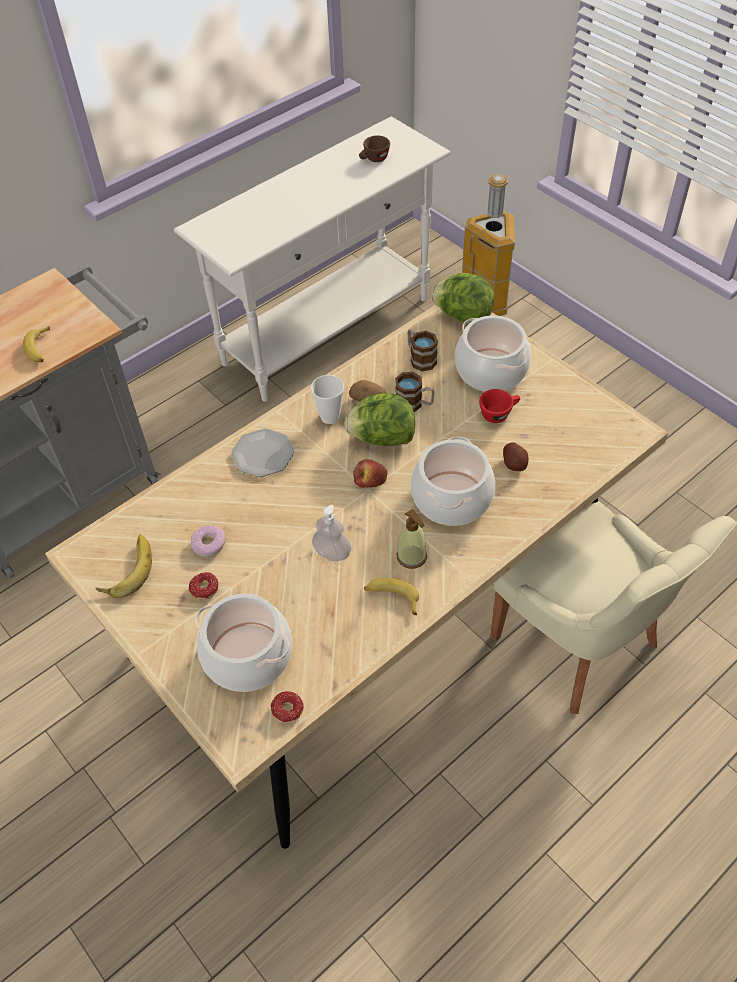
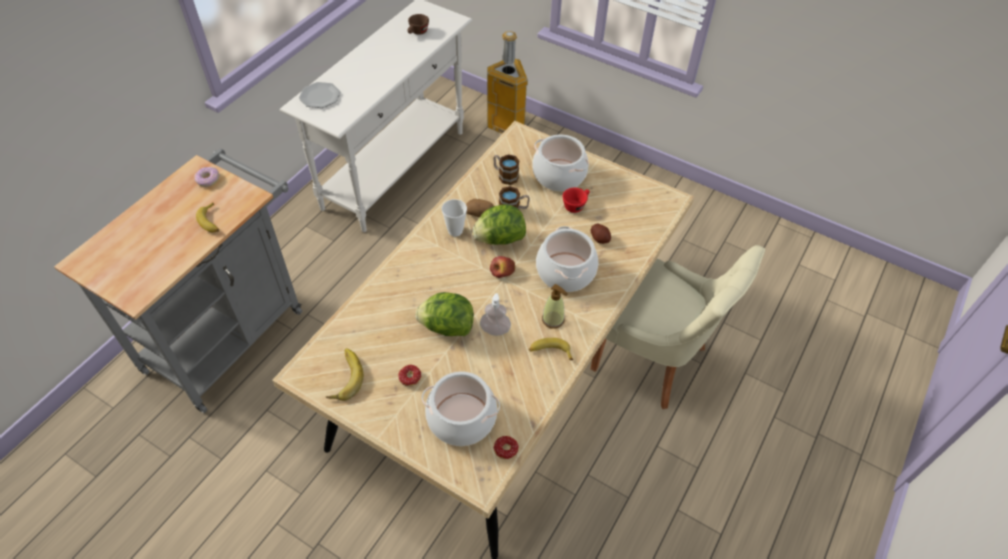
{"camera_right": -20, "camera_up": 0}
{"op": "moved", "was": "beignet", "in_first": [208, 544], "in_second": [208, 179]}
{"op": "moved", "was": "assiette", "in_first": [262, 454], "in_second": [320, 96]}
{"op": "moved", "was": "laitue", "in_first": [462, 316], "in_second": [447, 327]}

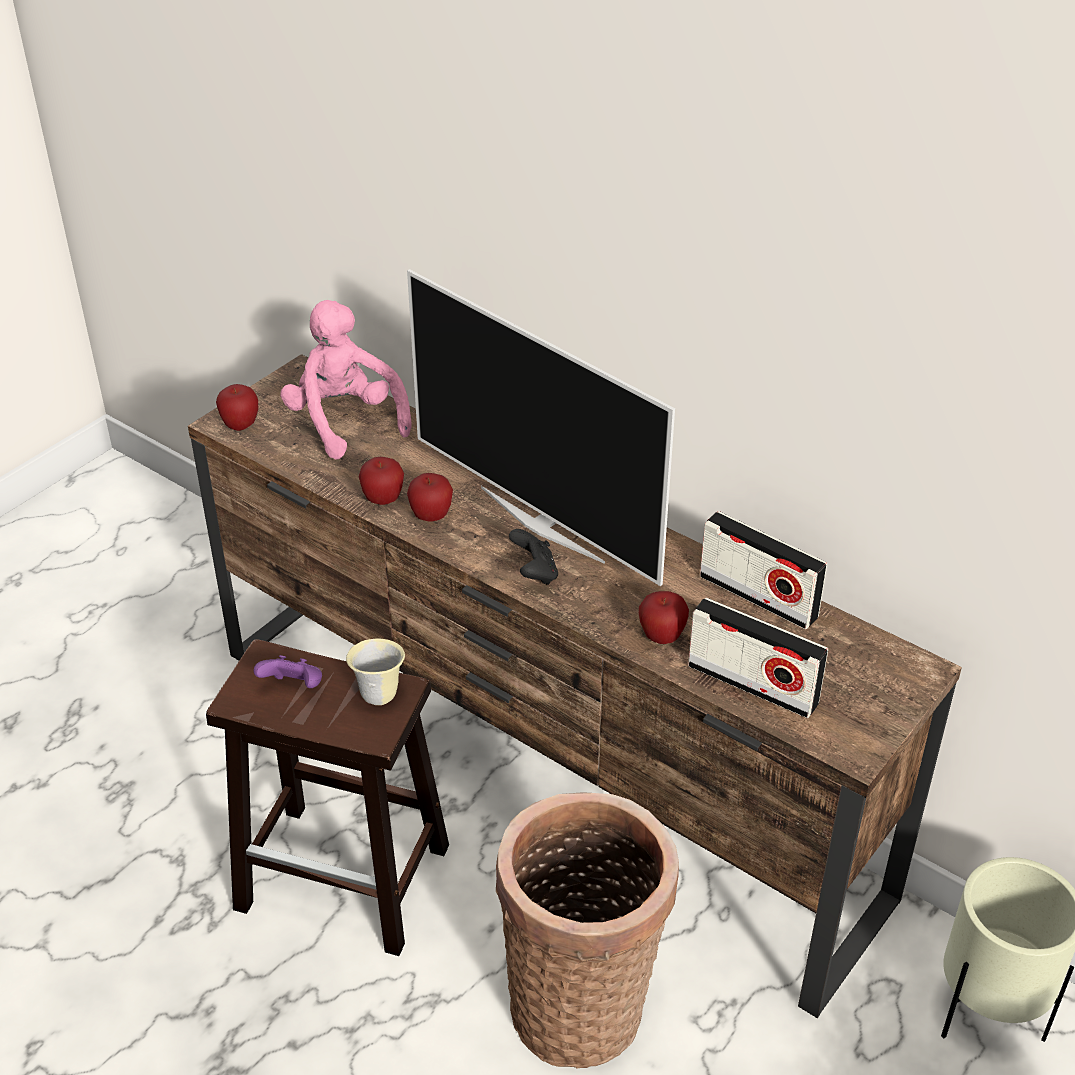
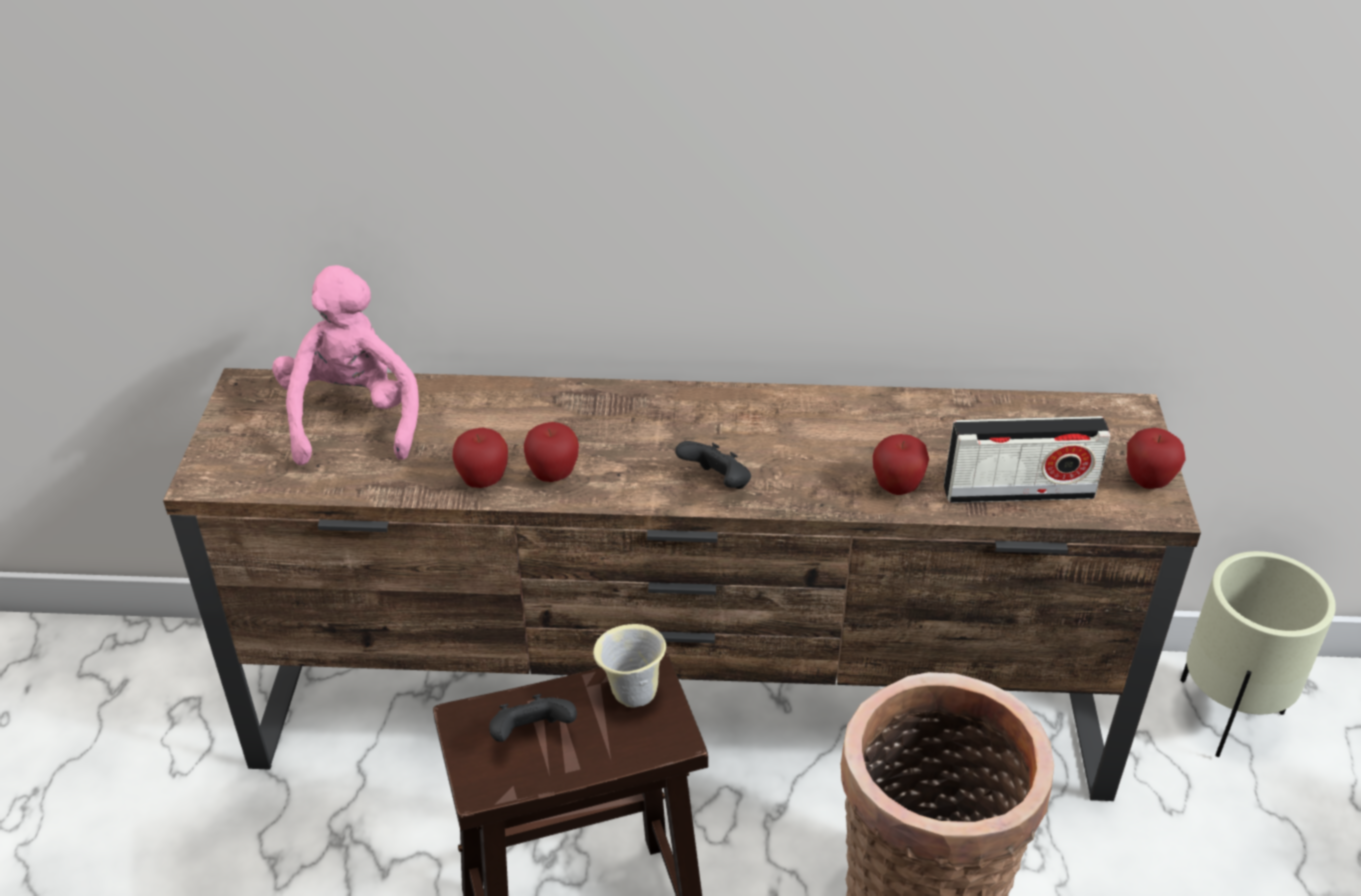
{"camera_right": -35, "camera_up": 0}
{"op": "removed", "was": "téléviseur", "in_first": [543, 523]}
{"op": "removed", "was": "radio", "in_first": [758, 596]}
{"op": "moved", "was": "pomme", "in_first": [240, 426], "in_second": [1147, 481]}
{"op": "recoloured", "was": "manette/violet", "now": "manette/noir", "in_first": [294, 687], "in_second": [532, 735]}
{"op": "turned", "was": "peluche/rose", "in_first": [345, 421], "in_second": [353, 418], "clockwise": 60}

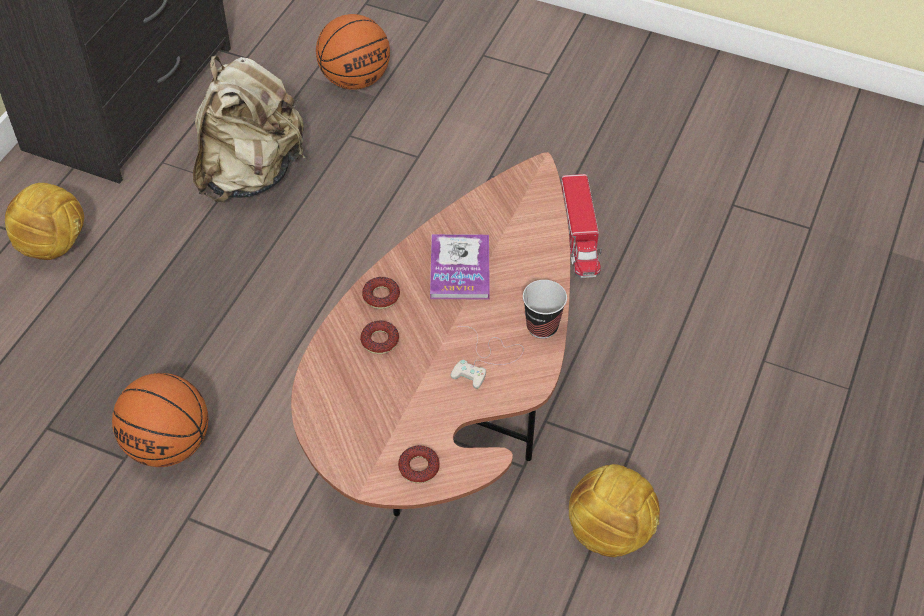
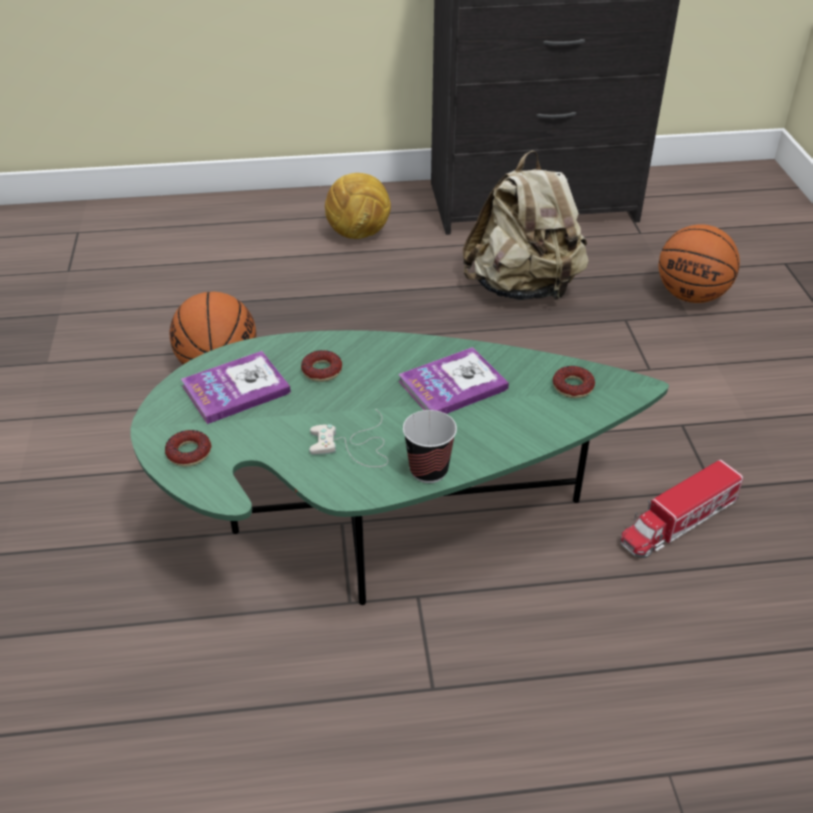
{"camera_right": 60, "camera_up": -10}
{"op": "removed", "was": "ballon de foot", "in_first": [610, 531]}
{"op": "added", "now": "livre", "in_second": [236, 389]}
{"op": "moved", "was": "beignet", "in_first": [381, 296], "in_second": [573, 387]}
{"op": "recoloured", "was": "table basse/marron", "now": "table basse/vert", "in_first": [449, 408], "in_second": [378, 516]}

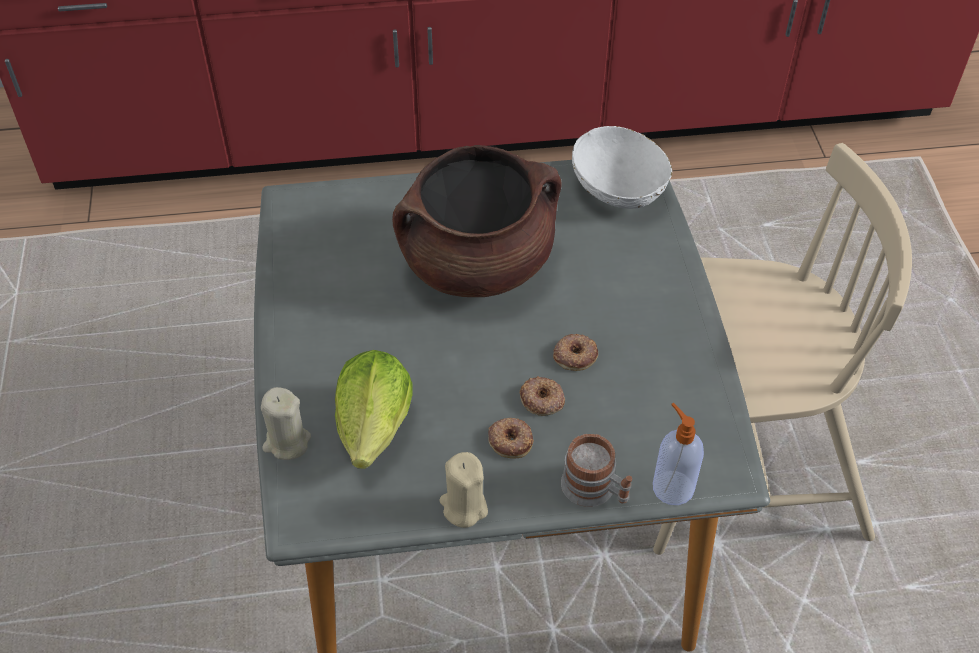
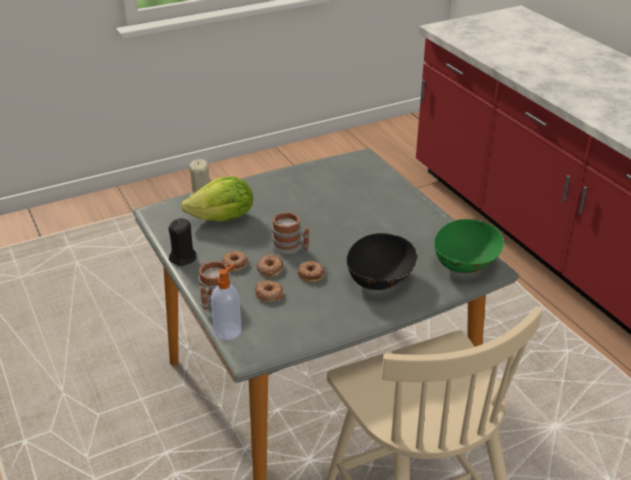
{"camera_right": 70, "camera_up": -15}
{"op": "removed", "was": "marmite/marron", "in_first": [476, 263]}
{"op": "added", "now": "beignet", "in_second": [269, 294]}
{"op": "added", "now": "mug", "in_second": [291, 248]}
{"op": "added", "now": "bol/noir", "in_second": [380, 280]}
{"op": "recoloured", "was": "bougie/beige", "now": "bougie/noir", "in_first": [463, 507], "in_second": [183, 258]}
{"op": "recoloured", "was": "bol/blanc", "now": "bol/vert", "in_first": [619, 190], "in_second": [466, 264]}

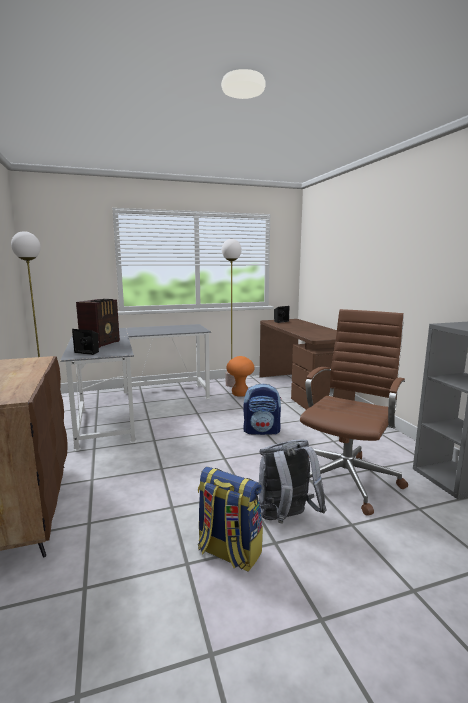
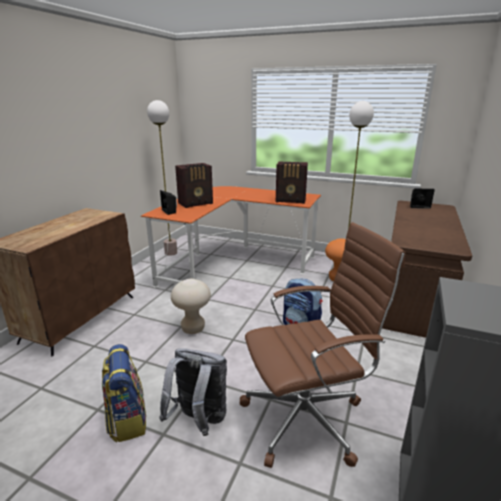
{"camera_right": 40, "camera_up": 10}
{"op": "added", "now": "tabouret/beige", "in_second": [193, 328]}
{"op": "added", "now": "radio", "in_second": [291, 200]}
{"op": "recoloured", "was": "bureau/gris", "now": "bureau/orange", "in_first": [133, 407], "in_second": [233, 263]}

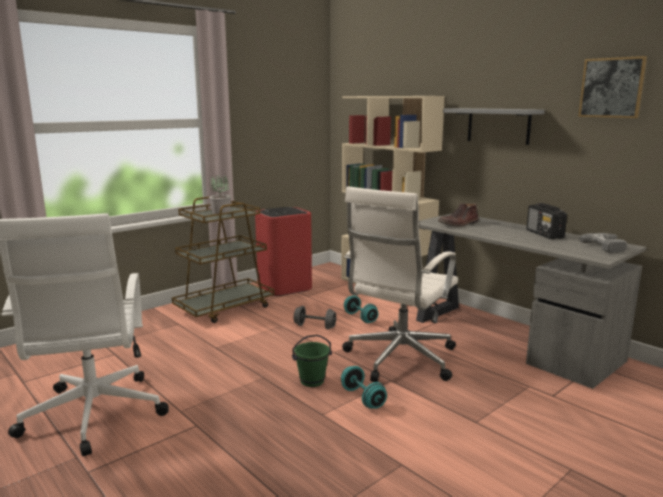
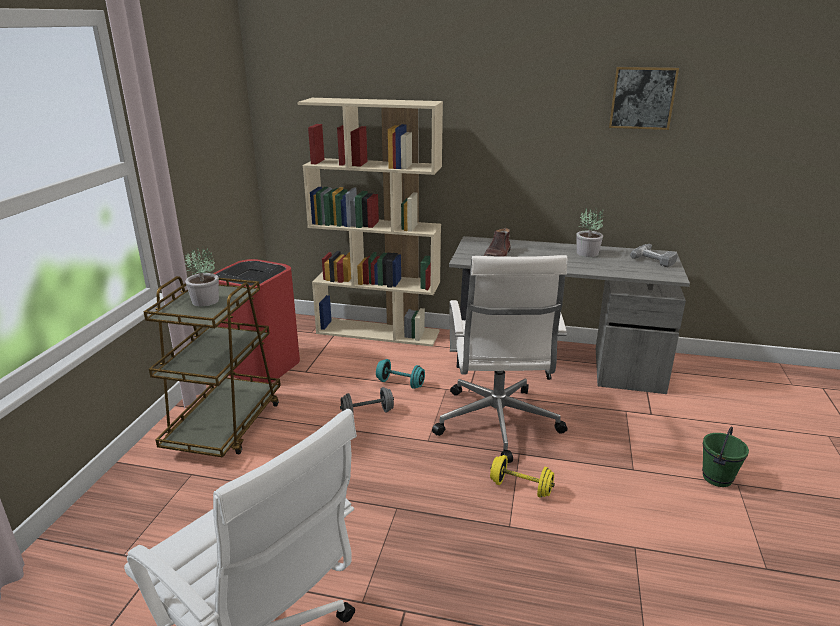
{"camera_right": -35, "camera_up": 10}
{"op": "removed", "was": "étagère/gris", "in_first": [498, 125]}
{"op": "moved", "was": "seau/vert", "in_first": [312, 381], "in_second": [717, 478]}
{"op": "replaced", "was": "radio", "now": "plante en pot", "in_first": [544, 234], "in_second": [587, 253]}
{"op": "recoloured", "was": "haltère/turquoise", "now": "haltère/jaune", "in_first": [363, 398], "in_second": [521, 487]}

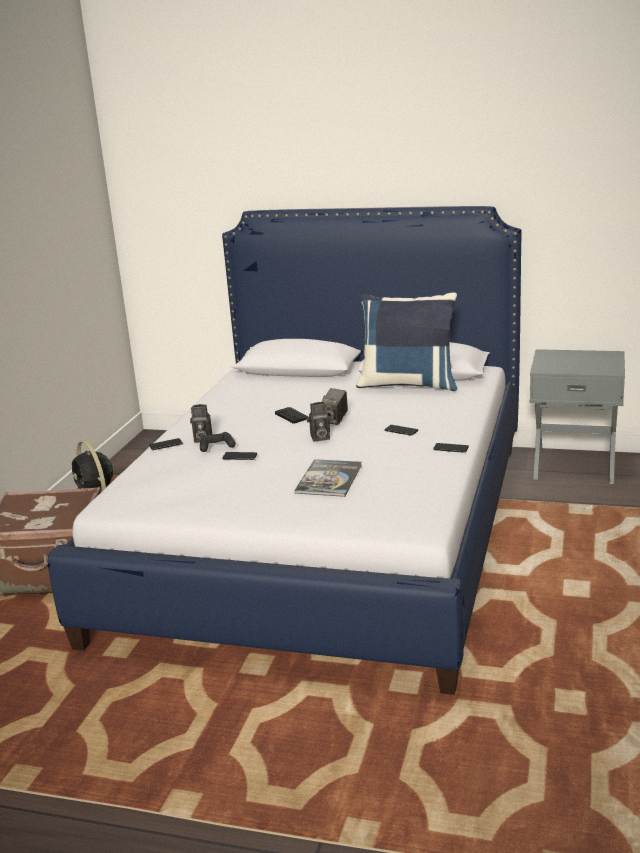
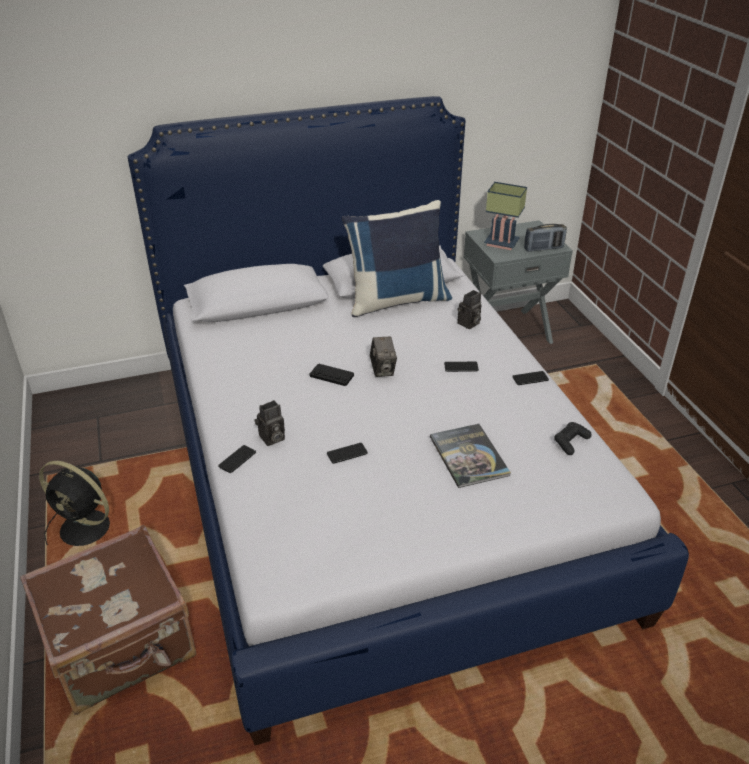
{"camera_right": -35, "camera_up": 15}
{"op": "added", "now": "lampe de table", "in_second": [500, 243]}
{"op": "added", "now": "radio", "in_second": [543, 248]}
{"op": "moved", "was": "manette/noir", "in_first": [217, 447], "in_second": [570, 442]}
{"op": "moved", "was": "appareil photo", "in_first": [319, 438], "in_second": [468, 324]}

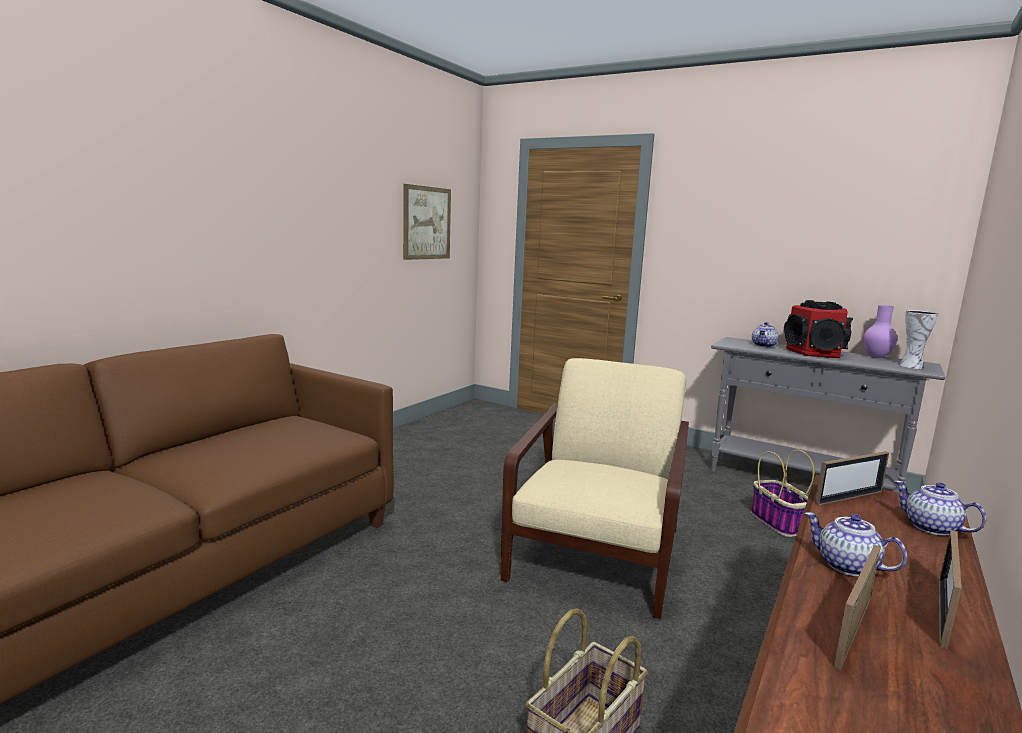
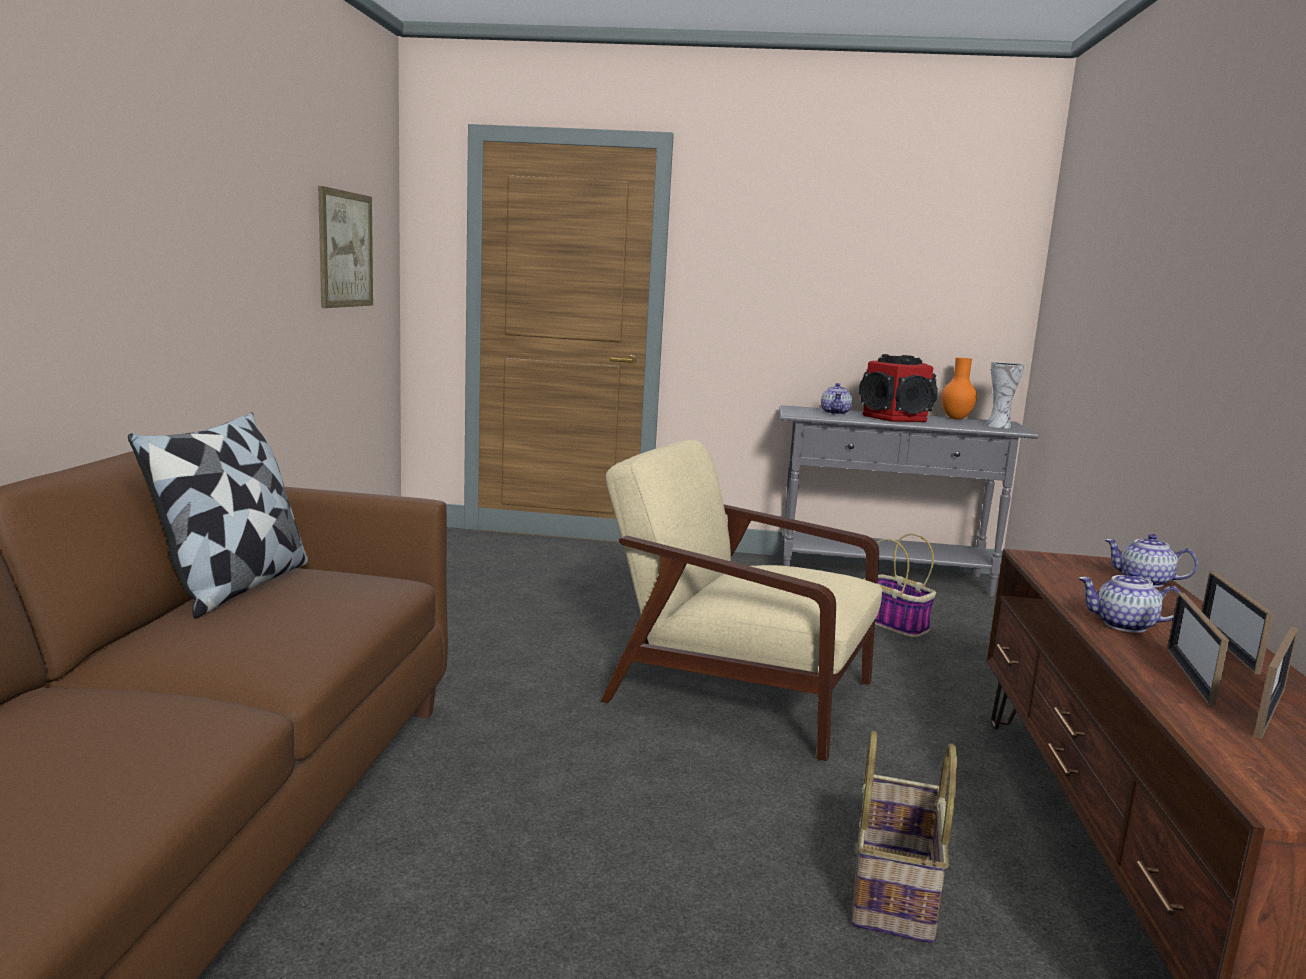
{"camera_right": -25, "camera_up": 0}
{"op": "added", "now": "coussin", "in_second": [235, 586]}
{"op": "moved", "was": "cadre photo", "in_first": [849, 497], "in_second": [1269, 712]}
{"op": "recoloured", "was": "vase/violet", "now": "vase/orange", "in_first": [875, 357], "in_second": [955, 418]}
{"op": "turned", "was": "fauteuil/beige", "in_first": [597, 551], "in_second": [736, 691], "clockwise": -60}

